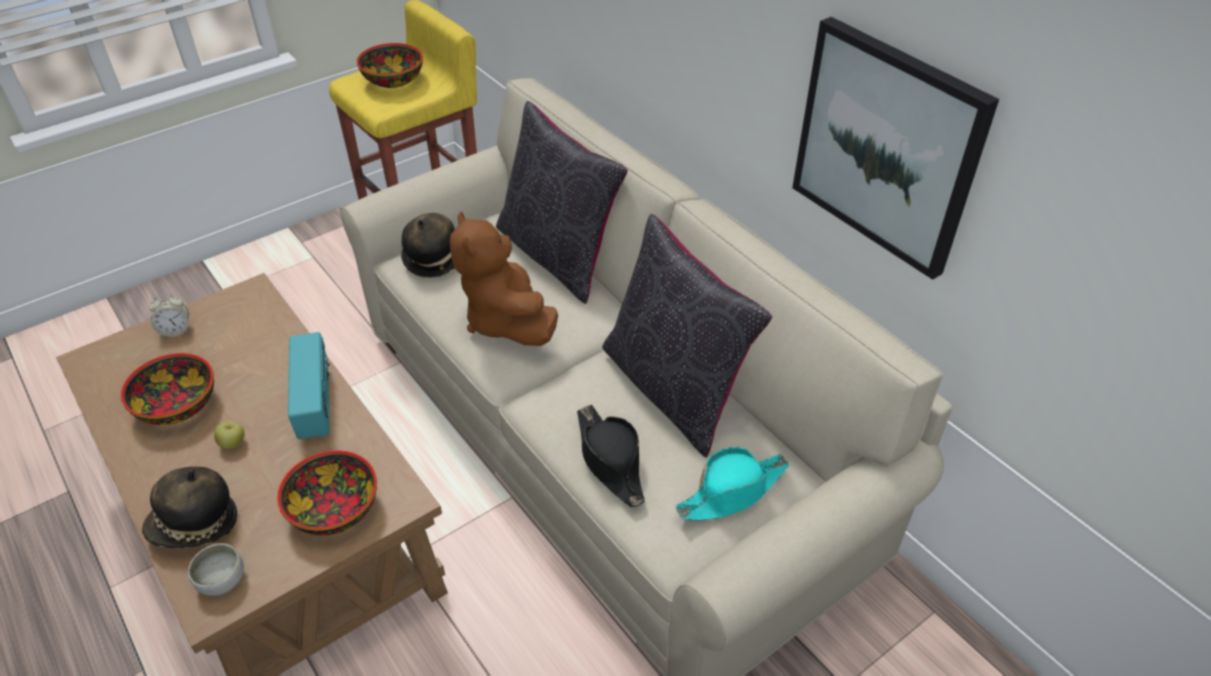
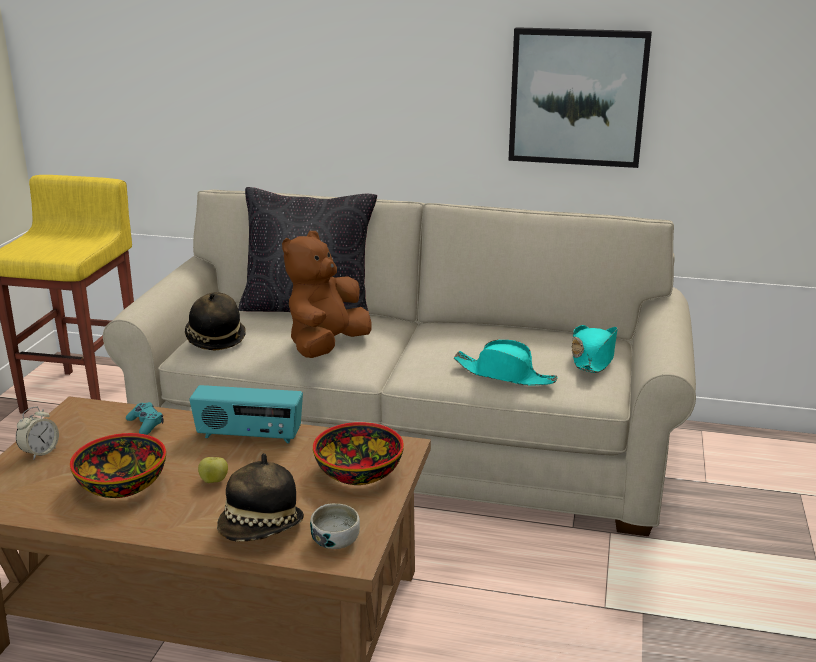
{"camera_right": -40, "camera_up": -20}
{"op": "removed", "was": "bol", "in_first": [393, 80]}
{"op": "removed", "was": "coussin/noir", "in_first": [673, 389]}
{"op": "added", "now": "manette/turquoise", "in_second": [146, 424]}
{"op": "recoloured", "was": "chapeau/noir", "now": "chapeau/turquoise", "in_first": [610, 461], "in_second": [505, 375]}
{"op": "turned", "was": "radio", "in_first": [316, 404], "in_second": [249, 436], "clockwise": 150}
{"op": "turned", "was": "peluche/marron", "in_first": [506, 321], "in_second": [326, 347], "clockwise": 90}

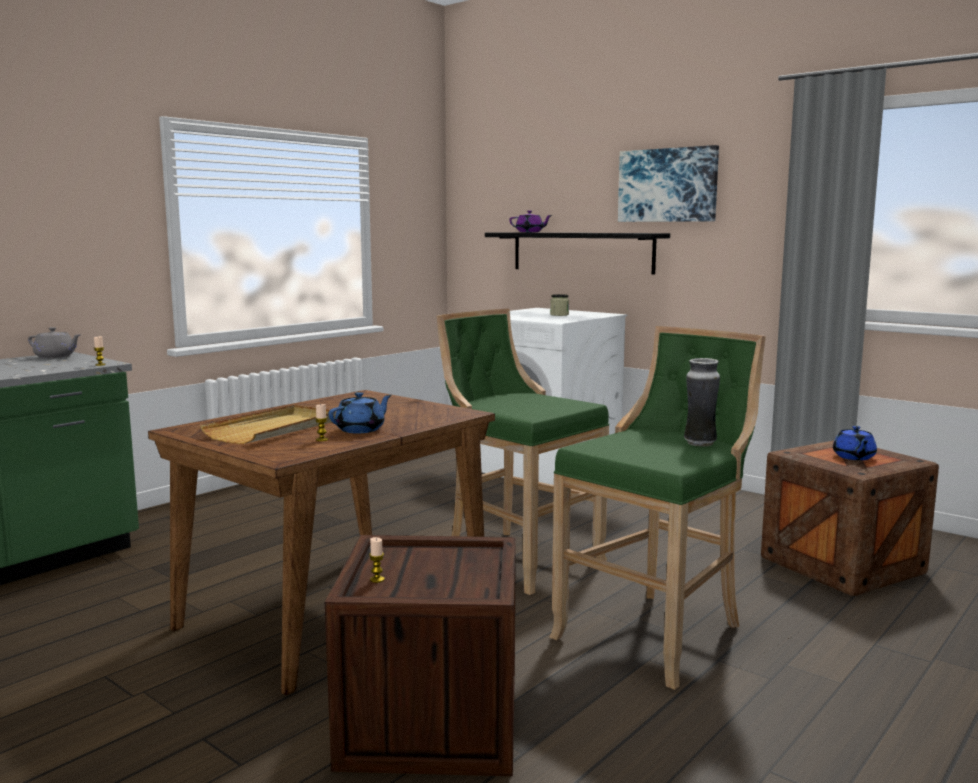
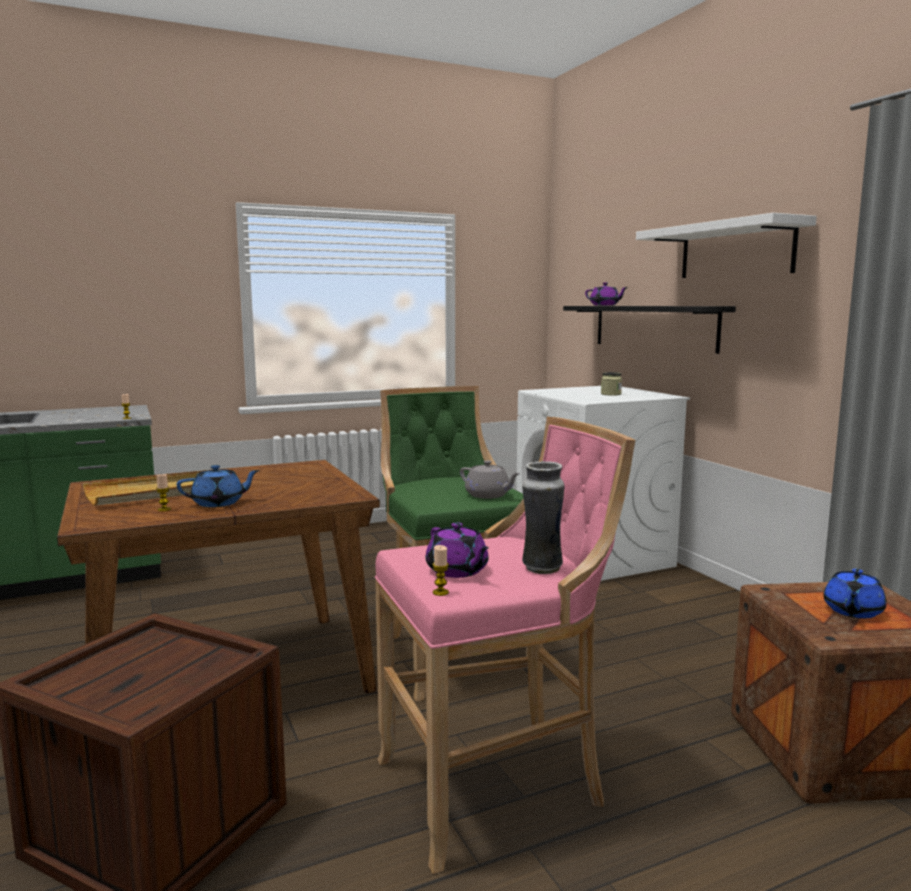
{"camera_right": 25, "camera_up": 0}
{"op": "added", "now": "théière/violet", "in_second": [457, 571]}
{"op": "moved", "was": "théière/gris", "in_first": [56, 356], "in_second": [488, 495]}
{"op": "moved", "was": "bougie", "in_first": [377, 579], "in_second": [440, 592]}
{"op": "replaced", "was": "tableau", "now": "étagère/blanc", "in_first": [668, 185], "in_second": [735, 250]}
{"op": "recoloured", "was": "tabouret/vert", "now": "tabouret/rose", "in_first": [656, 633], "in_second": [497, 786]}

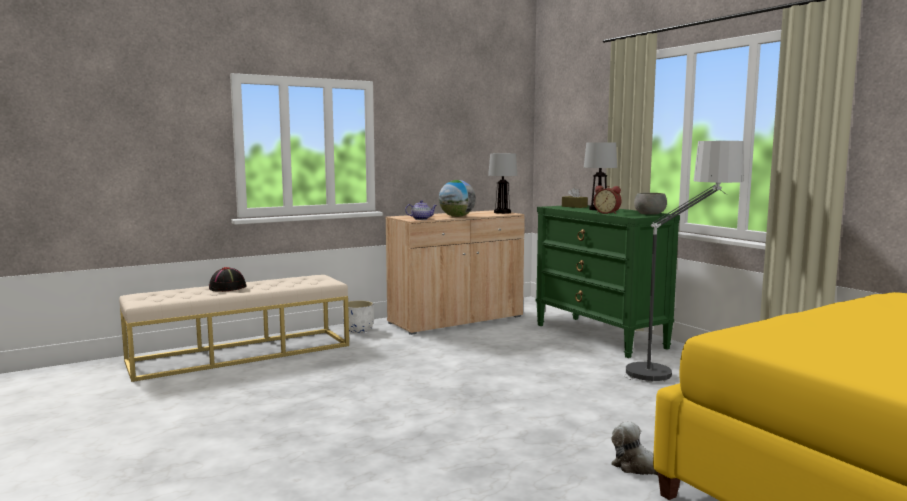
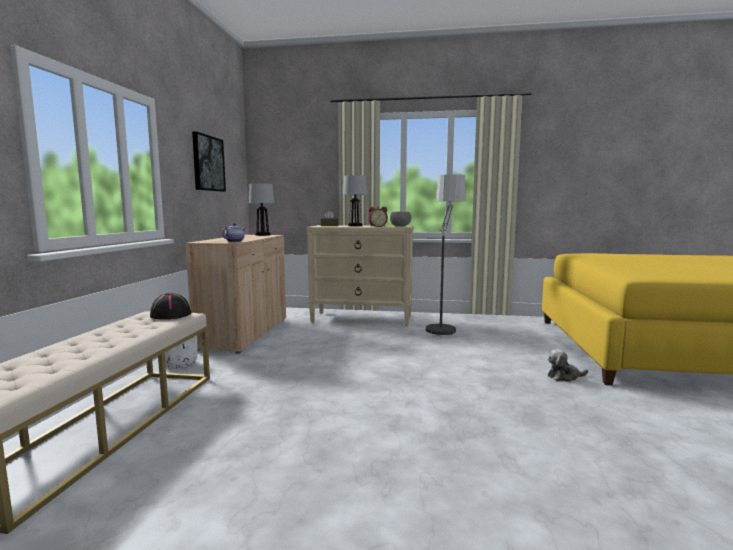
{"camera_right": -50, "camera_up": 0}
{"op": "removed", "was": "globe", "in_first": [457, 216]}
{"op": "added", "now": "tableau", "in_second": [208, 163]}
{"op": "moved", "was": "chapeau/noir", "in_first": [228, 287], "in_second": [171, 314]}
{"op": "recoloured", "was": "commode/vert", "now": "commode/beige", "in_first": [600, 336], "in_second": [362, 319]}

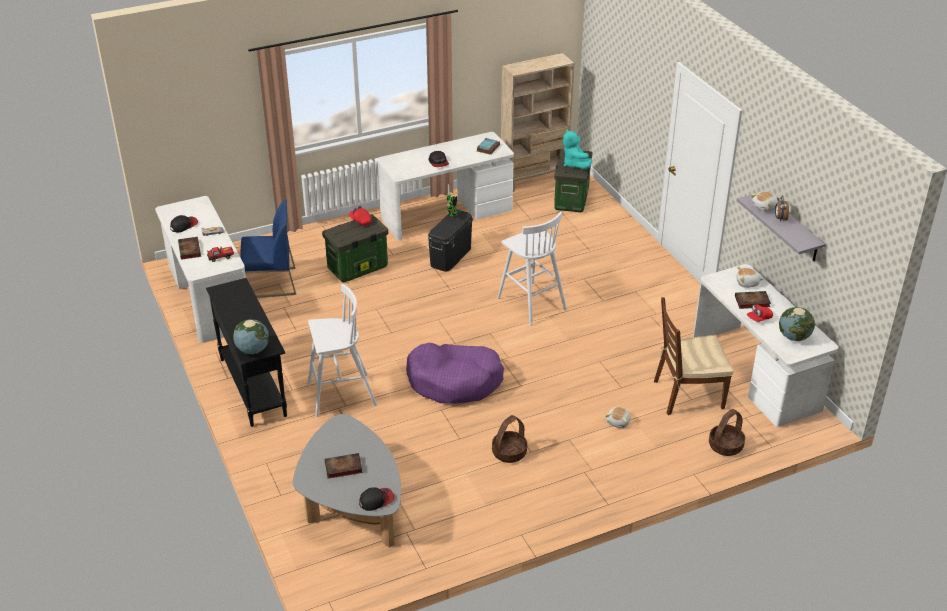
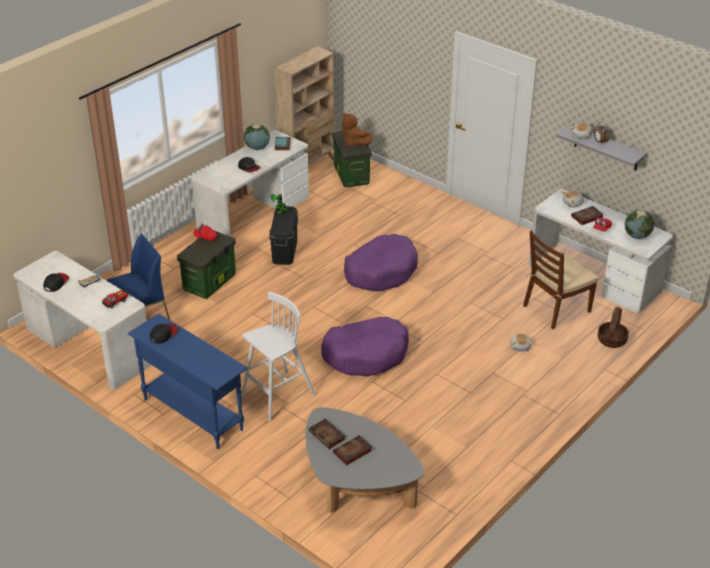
{"camera_right": -25, "camera_up": 0}
{"op": "removed", "was": "panier", "in_first": [509, 452]}
{"op": "moved", "was": "livre", "in_first": [190, 250], "in_second": [328, 436]}
{"op": "moved", "was": "globe", "in_first": [252, 350], "in_second": [257, 148]}
{"op": "moved", "was": "casquette", "in_first": [376, 500], "in_second": [164, 334]}
{"op": "replaced", "was": "tabouret/blanc", "now": "panier pour chien/violet", "in_first": [530, 303], "in_second": [381, 271]}
{"op": "recoloured", "was": "table console/noir", "now": "table console/bleu", "in_first": [253, 387], "in_second": [193, 414]}
{"op": "recoloured", "was": "peluche/turquoise", "now": "peluche/marron", "in_first": [575, 164], "in_second": [354, 143]}

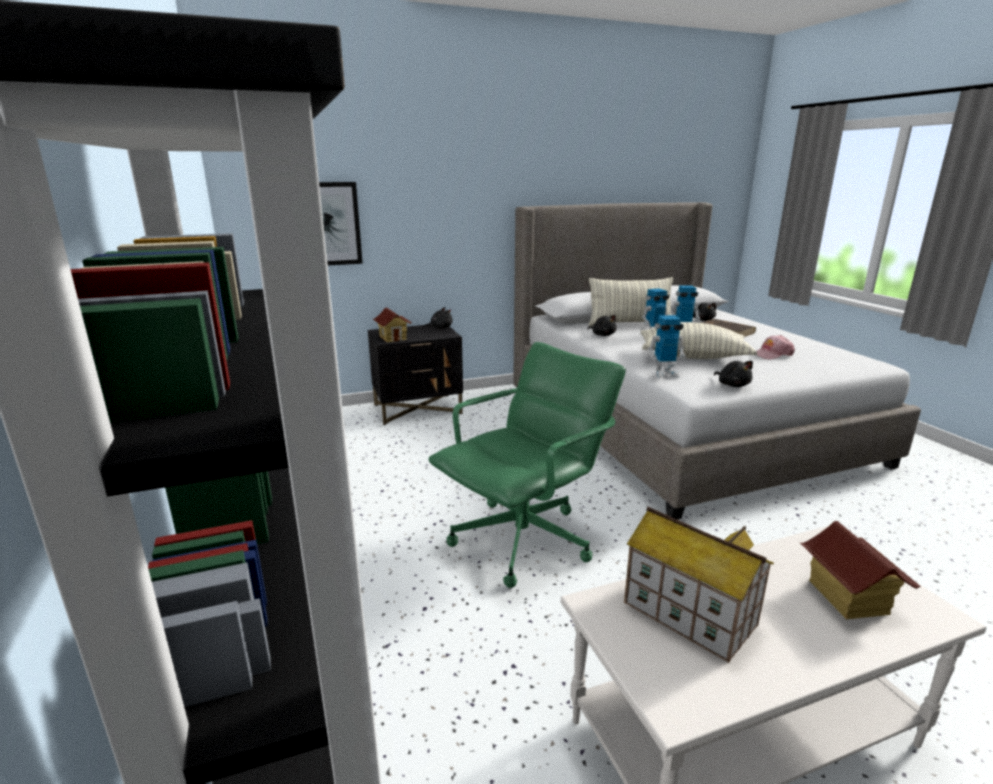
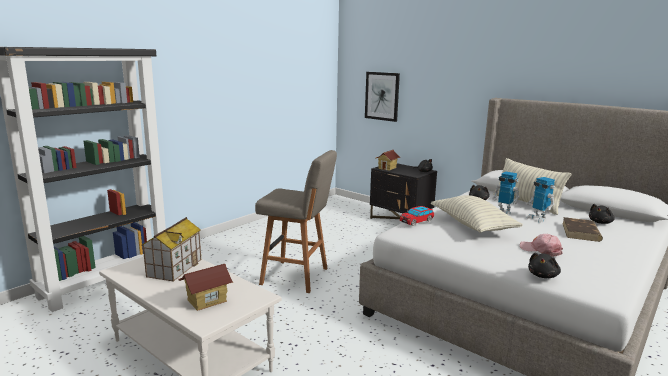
{"camera_right": 60, "camera_up": -5}
{"op": "moved", "was": "peluche/noir", "in_first": [732, 385], "in_second": [543, 275]}
{"op": "replaced", "was": "chaise de bureau/vert", "now": "tabouret/gris", "in_first": [524, 540], "in_second": [297, 277]}
{"op": "replaced", "was": "robot jouet", "now": "petite voiture", "in_first": [664, 374], "in_second": [416, 221]}

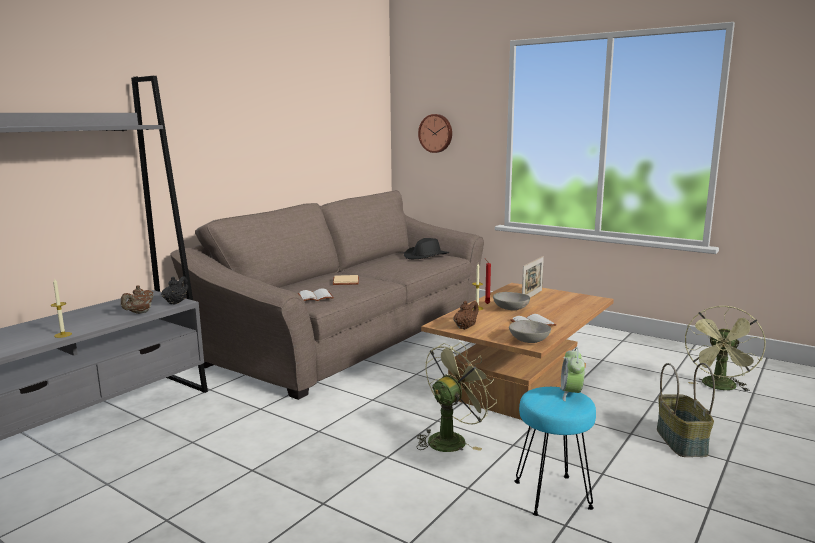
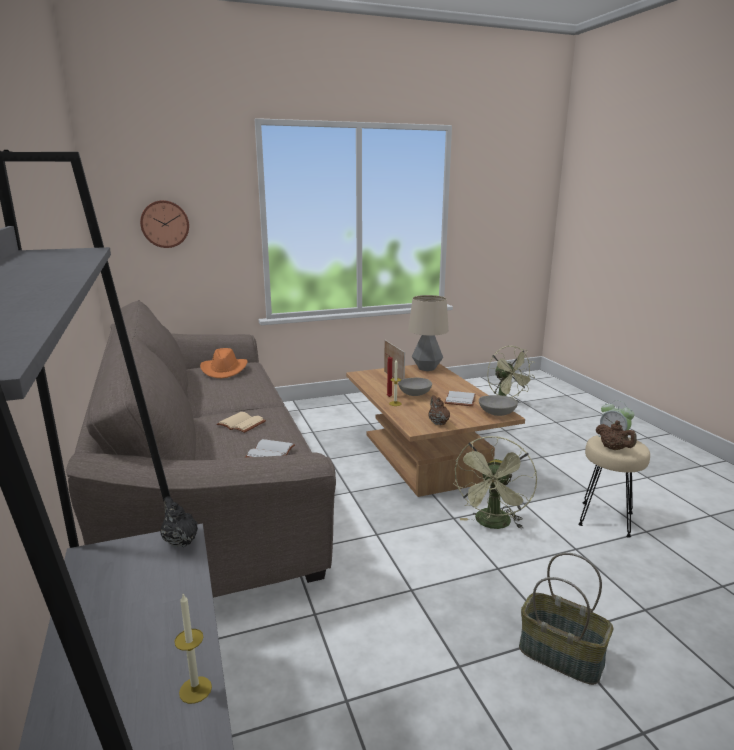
{"camera_right": -55, "camera_up": 5}
{"op": "added", "now": "lampe de table", "in_second": [427, 368]}
{"op": "moved", "was": "théière/marron", "in_first": [139, 313], "in_second": [613, 449]}
{"op": "moved", "was": "panier", "in_first": [682, 442], "in_second": [562, 655]}
{"op": "recoloured", "was": "chapeau/noir", "now": "chapeau/orange", "in_first": [426, 256], "in_second": [224, 370]}
{"op": "recoloured", "was": "tabouret/turquoise", "now": "tabouret/beige", "in_first": [552, 496], "in_second": [606, 519]}
{"op": "turned", "was": "ventilateur/vert", "in_first": [451, 439], "in_second": [492, 524], "clockwise": -150}

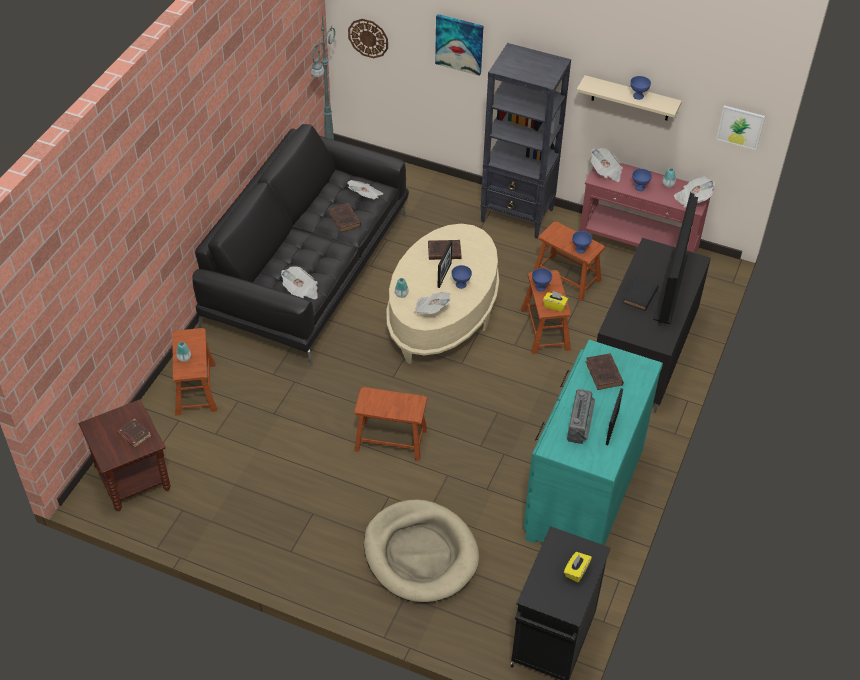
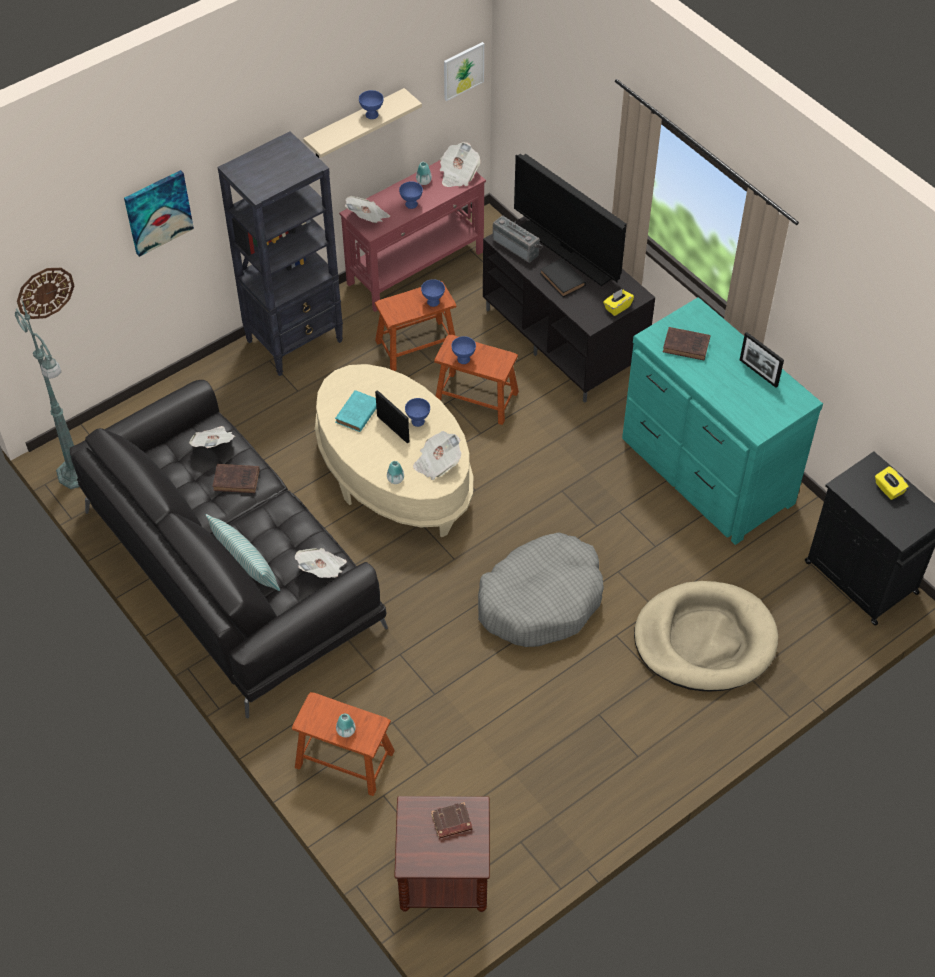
{"camera_right": -60, "camera_up": 5}
{"op": "added", "now": "coussin", "in_second": [245, 564]}
{"op": "moved", "was": "boîte à mouchoirs/jaune", "in_first": [554, 306], "in_second": [617, 307]}
{"op": "moved", "was": "radio", "in_first": [581, 424], "in_second": [517, 246]}
{"op": "replaced", "was": "tabouret/marron", "now": "panier pour chien/gris", "in_first": [391, 439], "in_second": [541, 599]}
{"op": "recoloured", "was": "livre/marron", "now": "livre/turquoise", "in_first": [443, 252], "in_second": [357, 414]}

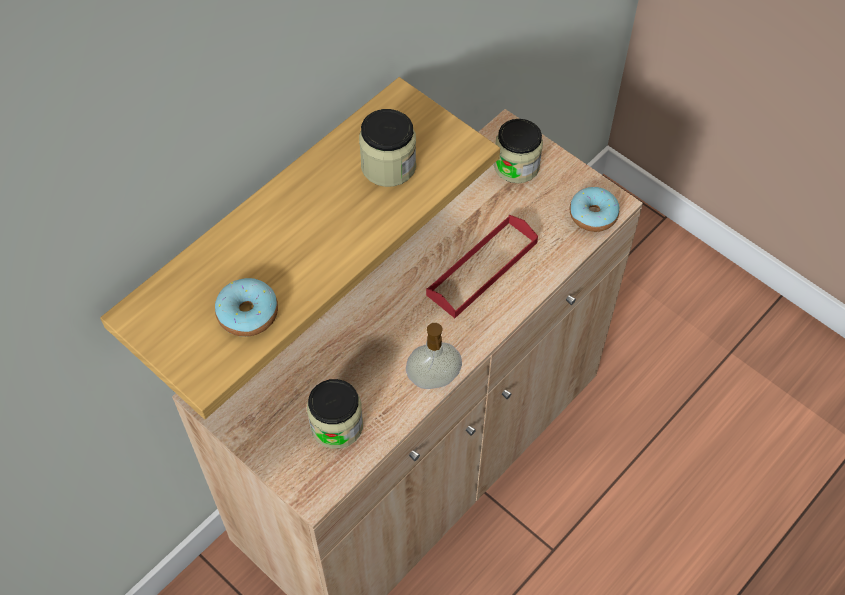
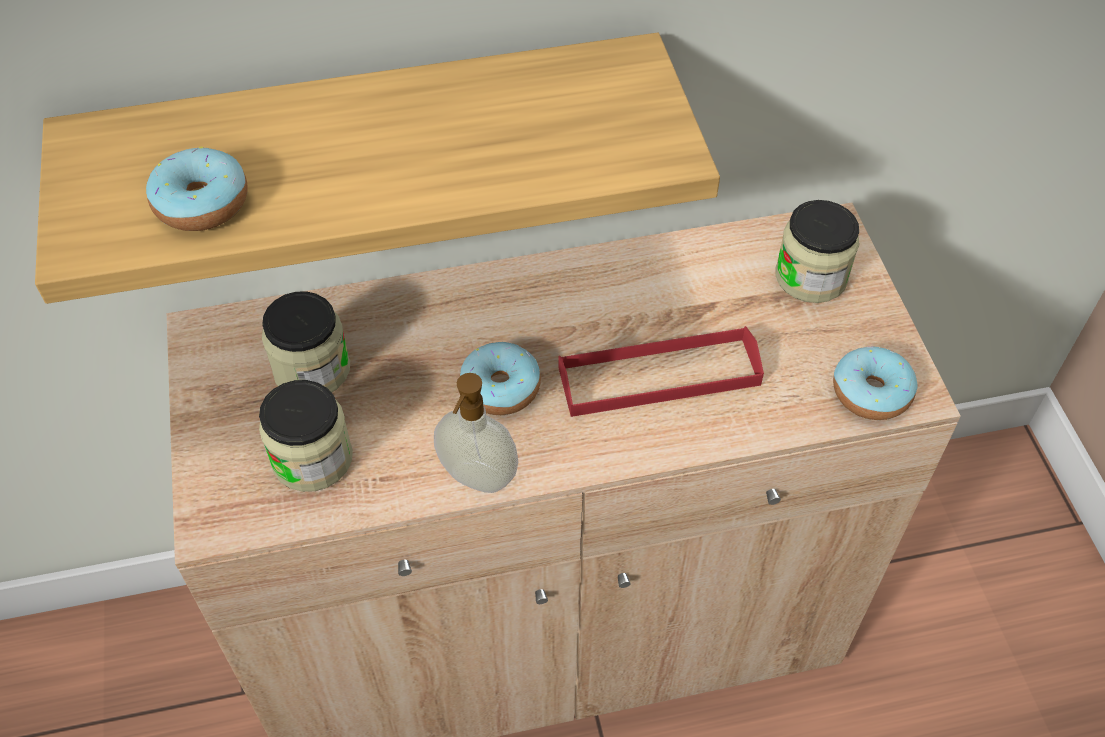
{"camera_right": 35, "camera_up": -5}
{"op": "added", "now": "beignet", "in_second": [500, 388]}
{"op": "moved", "was": "bocal", "in_first": [388, 166], "in_second": [312, 369]}

